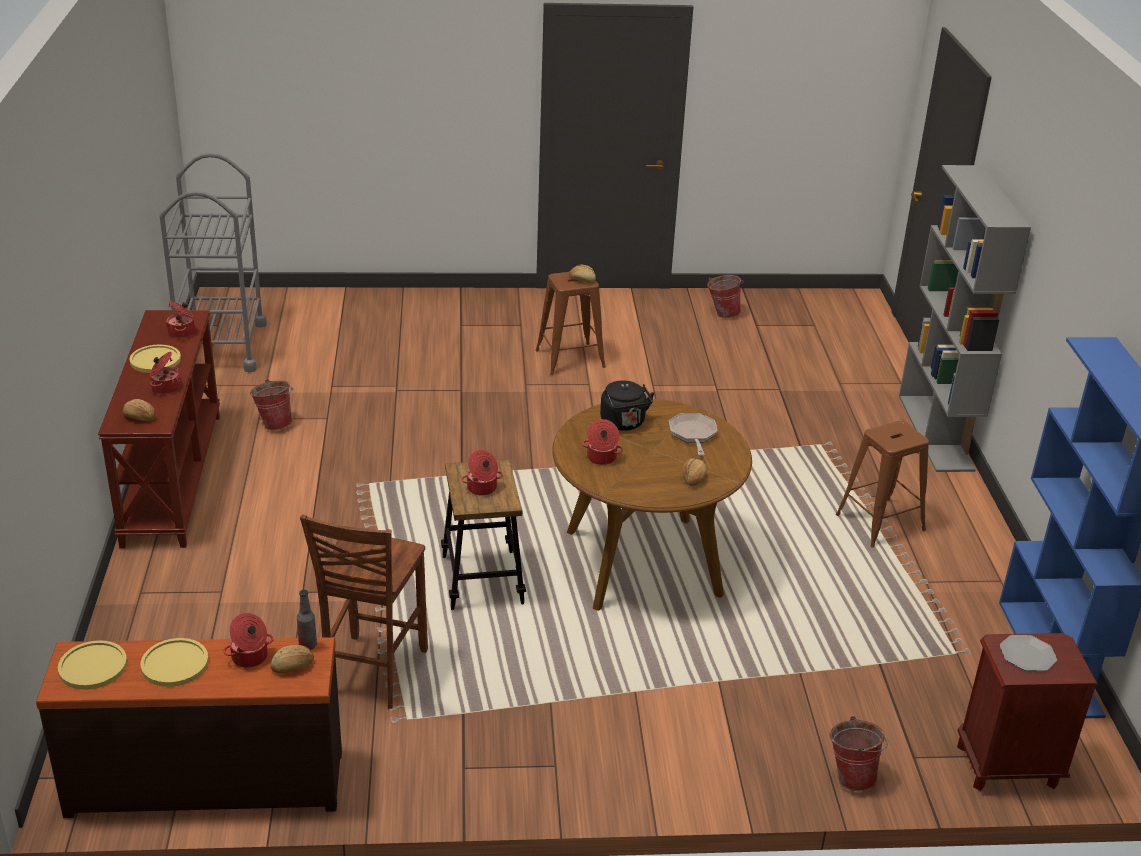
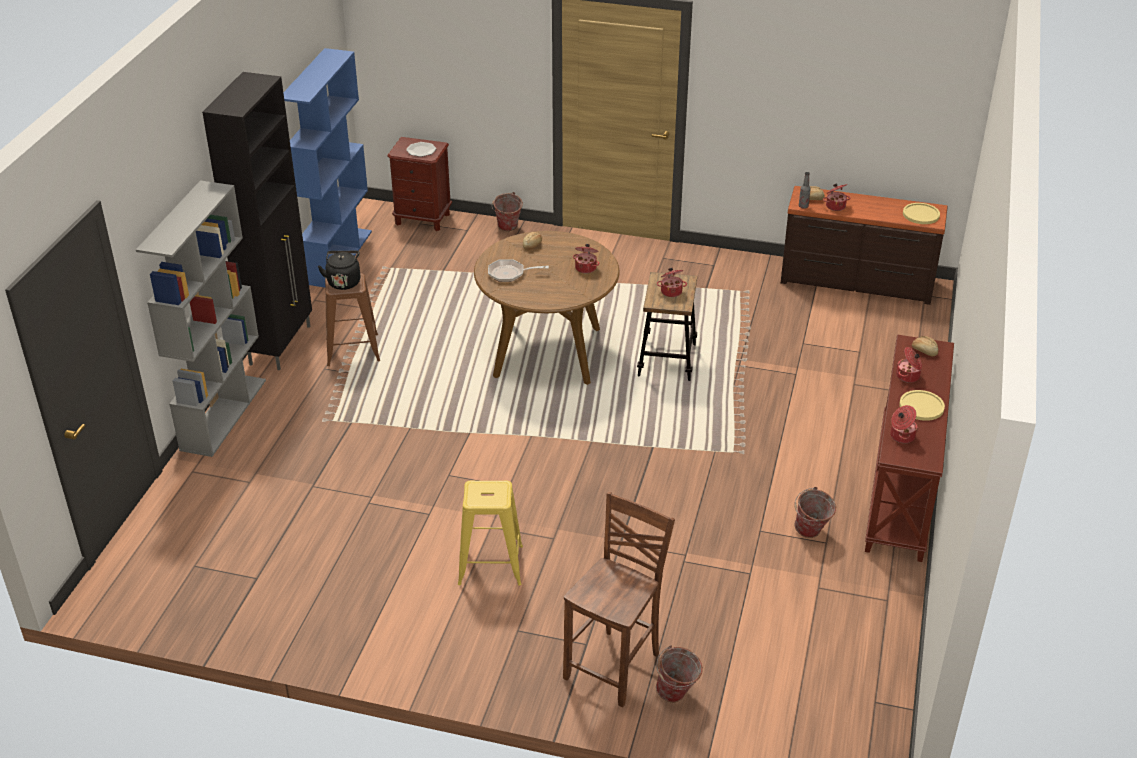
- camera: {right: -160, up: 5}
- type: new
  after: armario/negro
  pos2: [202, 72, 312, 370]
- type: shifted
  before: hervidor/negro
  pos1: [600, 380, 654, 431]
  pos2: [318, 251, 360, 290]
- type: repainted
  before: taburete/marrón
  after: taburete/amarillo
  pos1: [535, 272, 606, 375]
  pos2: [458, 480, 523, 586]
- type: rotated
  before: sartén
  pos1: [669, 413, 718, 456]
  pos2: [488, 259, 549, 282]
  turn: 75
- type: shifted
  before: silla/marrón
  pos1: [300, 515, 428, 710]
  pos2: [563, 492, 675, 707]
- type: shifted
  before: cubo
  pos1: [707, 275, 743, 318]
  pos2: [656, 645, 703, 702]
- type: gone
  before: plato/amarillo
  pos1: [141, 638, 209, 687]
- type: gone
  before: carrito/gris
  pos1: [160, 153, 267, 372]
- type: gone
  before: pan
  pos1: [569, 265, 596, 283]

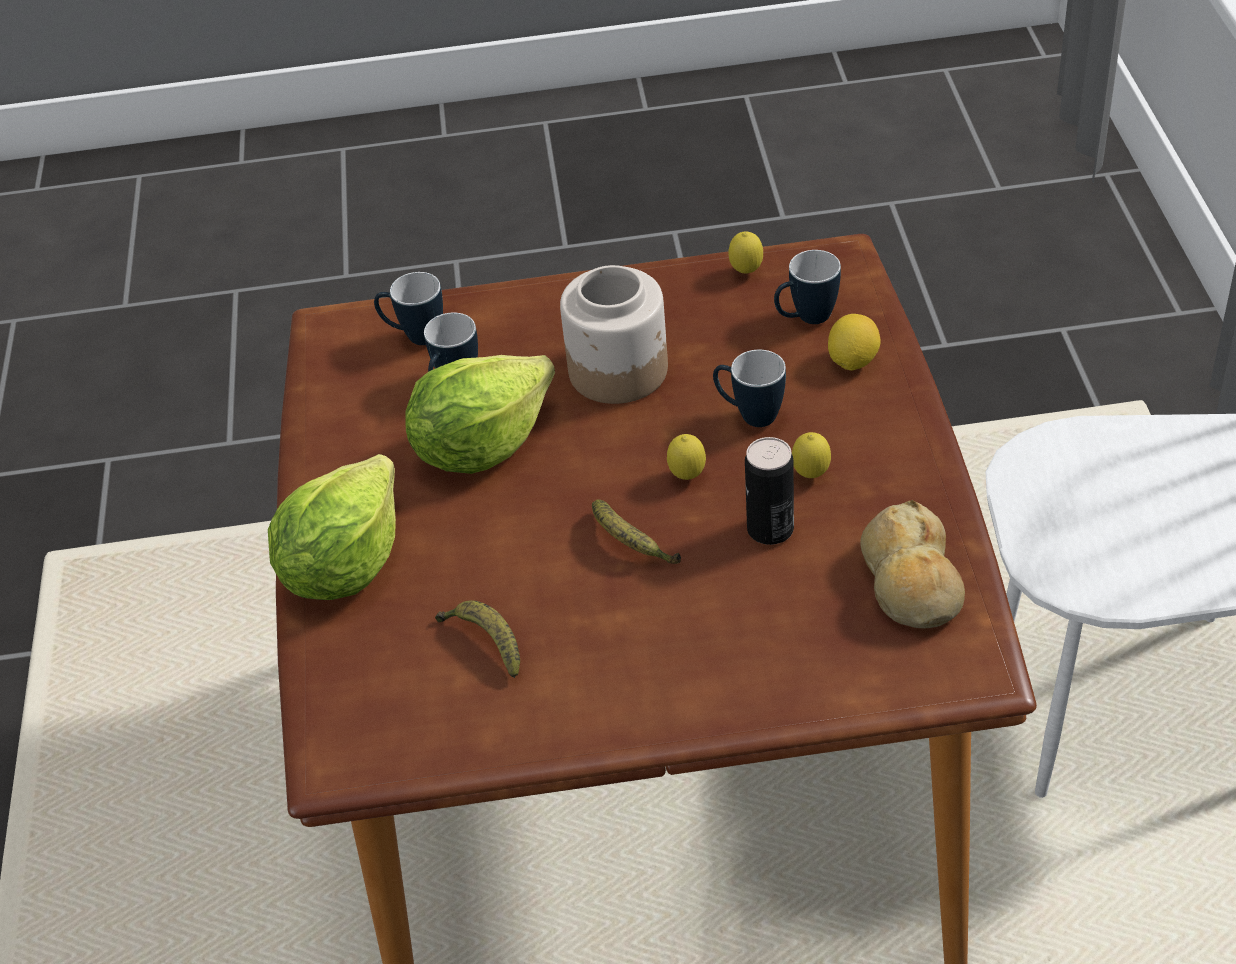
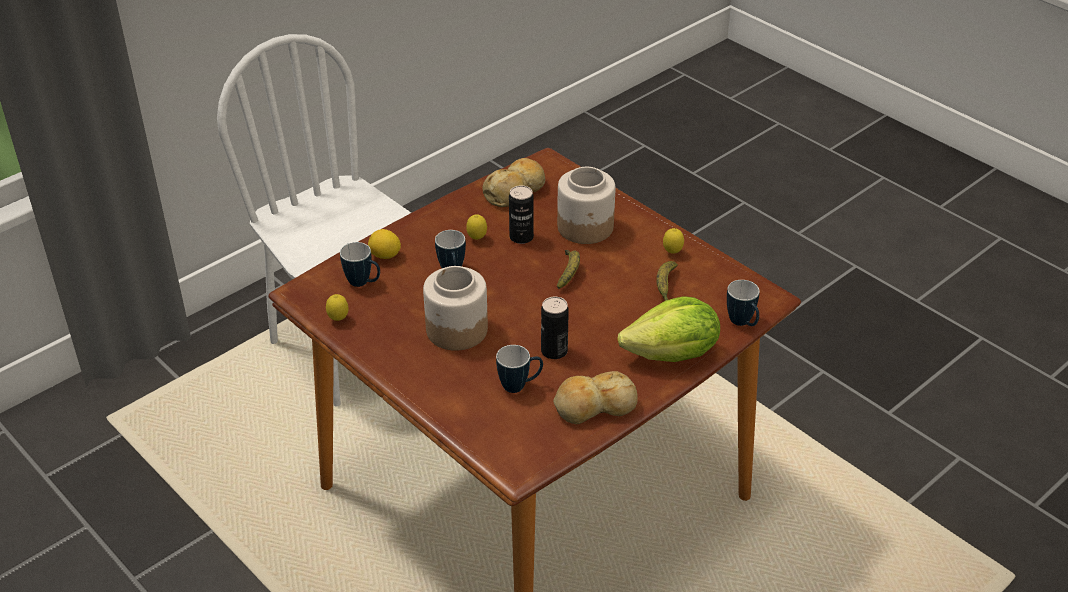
- camera: {right: -130, up: -5}
- type: swapped
  before: lechuga
  after: lata
  pos1: [406, 355, 555, 474]
  pos2: [541, 297, 569, 359]
- type: new
  after: pan
  pos2: [553, 371, 638, 424]
- type: new
  after: tarro
  pos2: [557, 167, 616, 244]
- type: shifted
  before: limón
  pos1: [667, 434, 706, 480]
  pos2: [663, 228, 684, 254]
- type: shifted
  before: taza grande
  pos1: [374, 272, 443, 345]
  pos2: [727, 280, 760, 326]

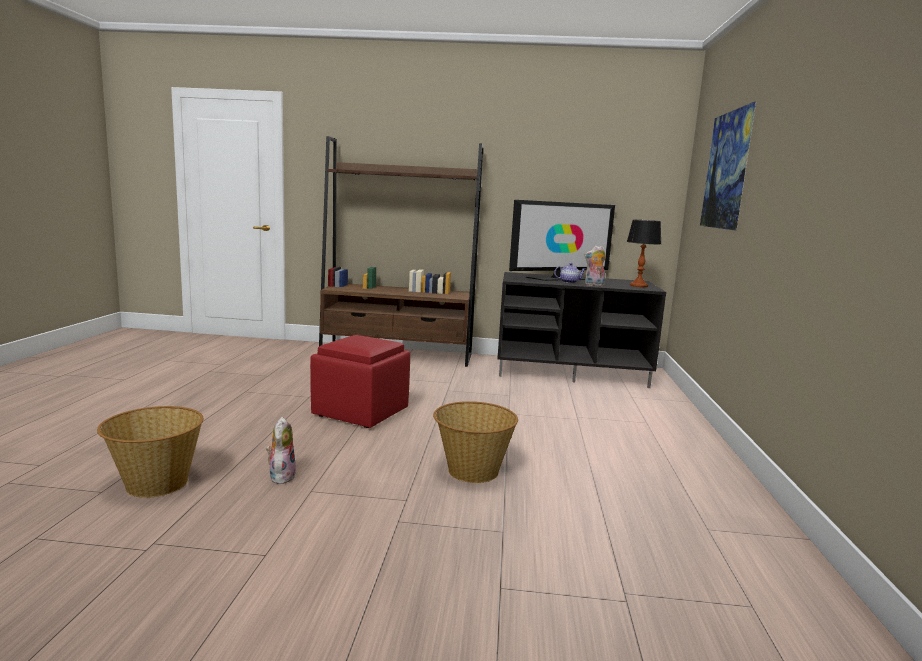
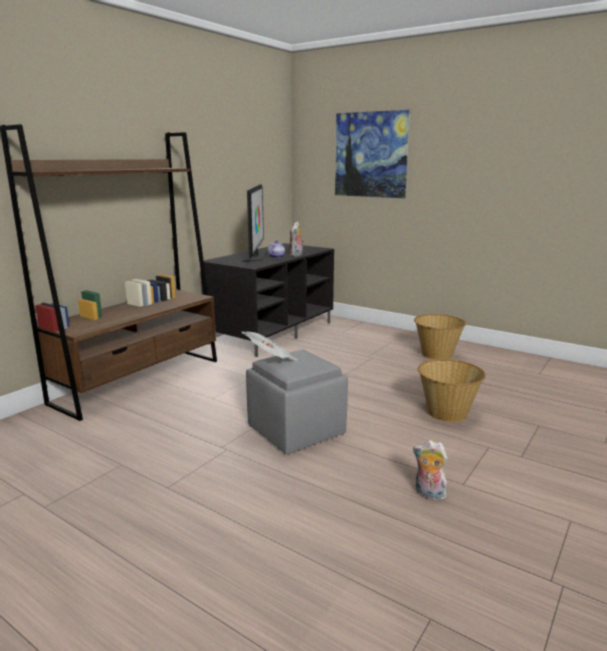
- camera: {right: -60, up: 5}
- type: new
  after: periódico
  pos2: [242, 331, 298, 361]
- type: repainted
  before: puf/rojo
  after: puf/gris
  pos1: [310, 335, 410, 428]
  pos2: [246, 350, 348, 454]
- type: shifted
  before: cesta
  pos1: [97, 406, 204, 498]
  pos2: [414, 314, 466, 360]
- type: gone
  before: lámpara de mesa
  pos1: [627, 219, 661, 287]

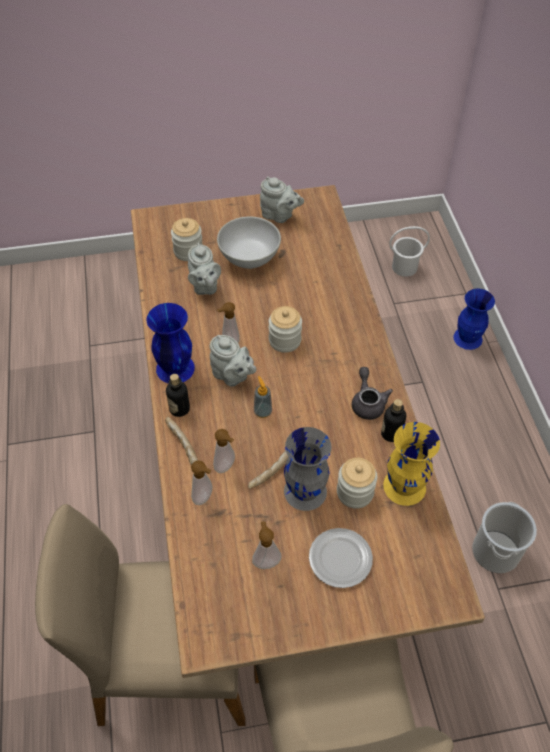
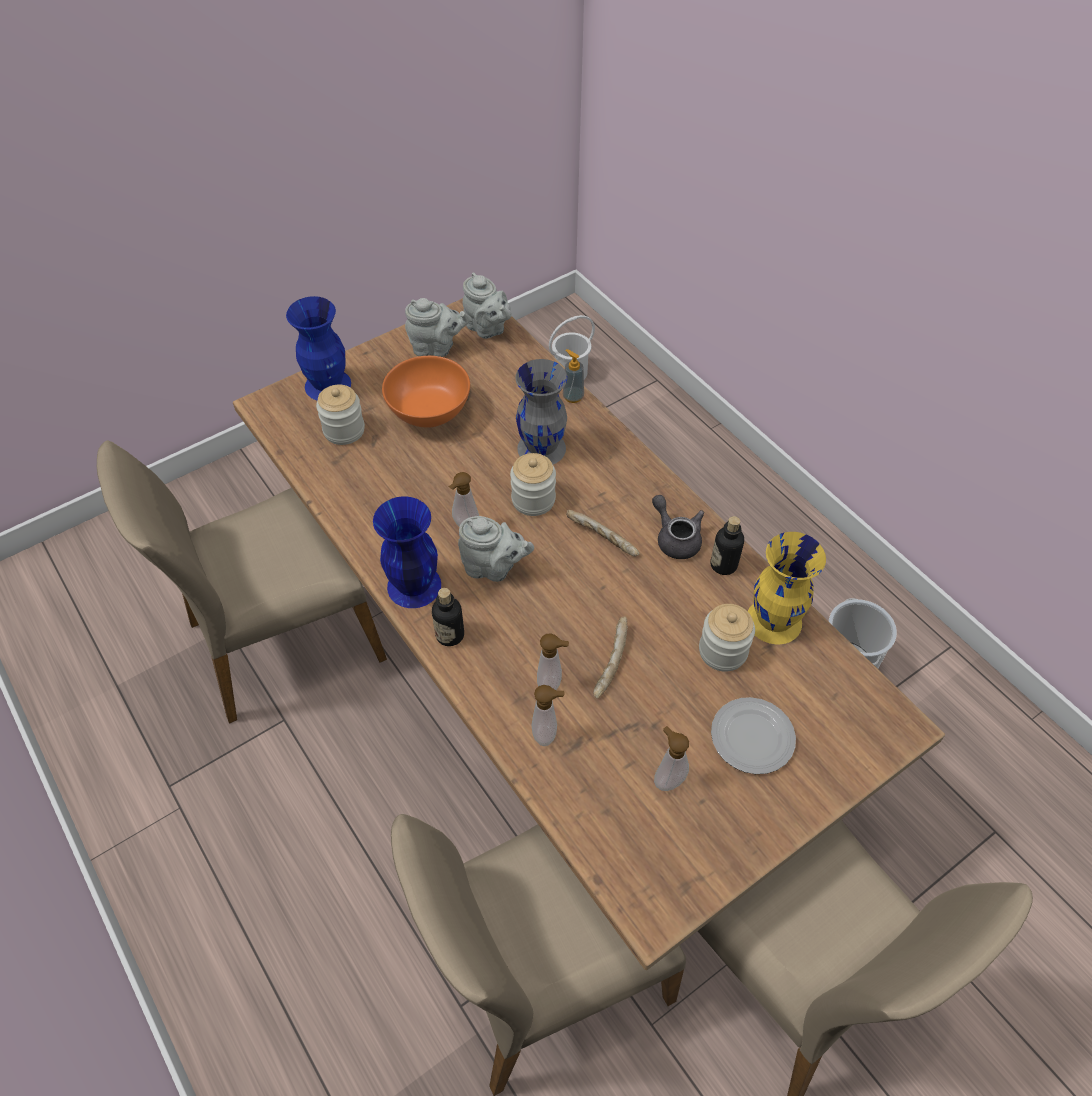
- camera: {right: -25, up: 0}
- type: new
  after: silla/beis
  pos2: [97, 440, 387, 724]
- type: shifted
  before: florero/azul
  pos1: [453, 289, 495, 350]
  pos2: [286, 296, 351, 401]
- type: repainted
  before: cuenco/blanco
  after: cuenco/naranja
  pos1: [217, 216, 281, 269]
  pos2: [382, 356, 470, 428]
- type: shifted
  before: tetera/gris
  pos1: [188, 243, 221, 295]
  pos2: [463, 272, 512, 339]
- type: shifted
  before: florero/gris
  pos1: [284, 427, 332, 511]
  pos2: [515, 359, 567, 465]
- type: shifted
  before: dispensador de jabón
  pos1: [254, 376, 272, 418]
  pos2: [563, 349, 584, 403]
- type: shifted
  before: pan
  pos1: [165, 417, 198, 465]
  pos2: [566, 510, 639, 557]

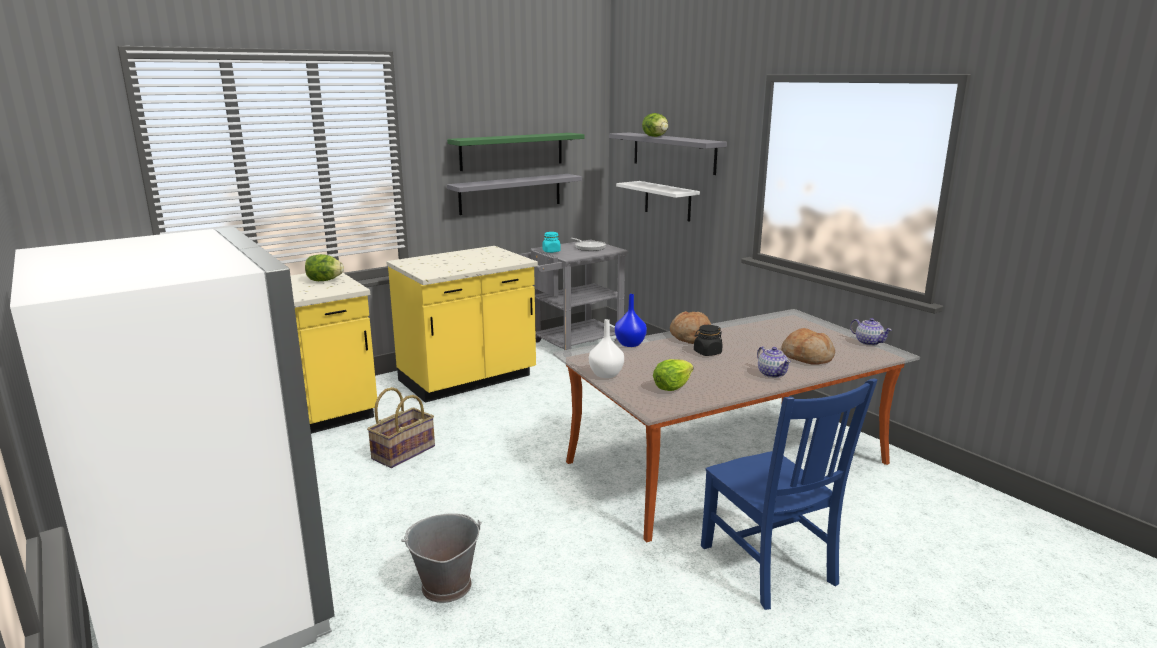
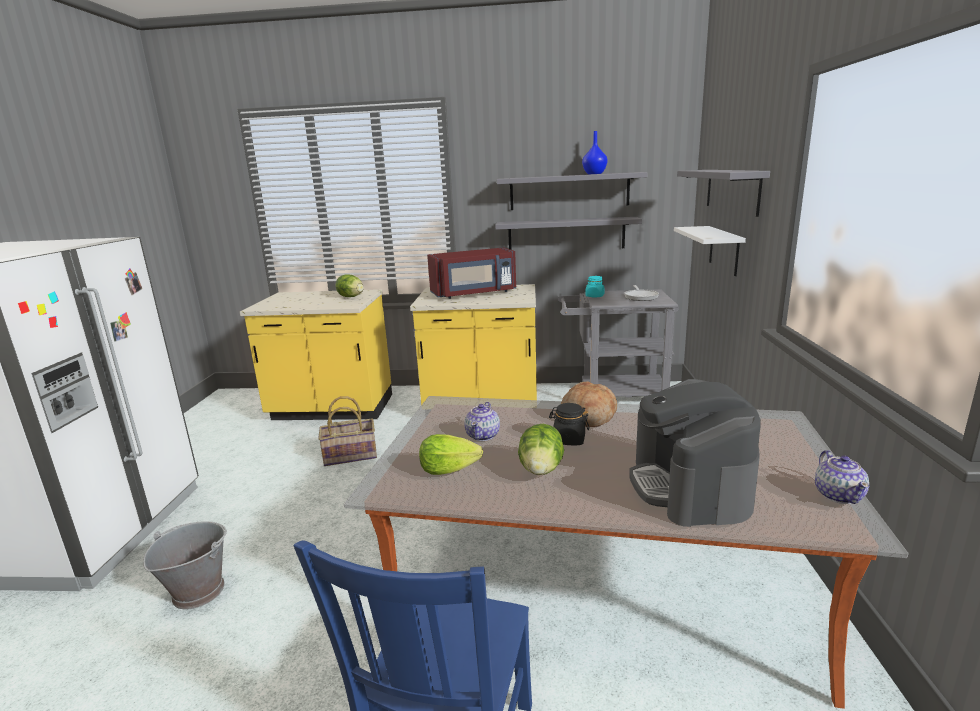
- camera: {right: 40, up: 0}
- type: new
  after: microondas/rojo
  pos2: [427, 247, 516, 299]
- type: shifted
  before: tetera
  pos1: [757, 346, 791, 378]
  pos2: [464, 402, 500, 441]
- type: repainted
  before: estante/verde
  after: estante/gris
  pos1: [447, 133, 585, 171]
  pos2: [497, 172, 647, 210]
- type: shifted
  before: lechuga
  pos1: [642, 113, 668, 137]
  pos2: [518, 424, 564, 475]
- type: shifted
  before: florero/azul
  pos1: [615, 294, 647, 347]
  pos2: [582, 131, 607, 174]
- type: swapped
  before: pan
  after: cafetera
  pos1: [781, 328, 835, 365]
  pos2: [629, 379, 761, 527]
- type: gone
  before: florero/blanco
  pos1: [589, 319, 624, 378]

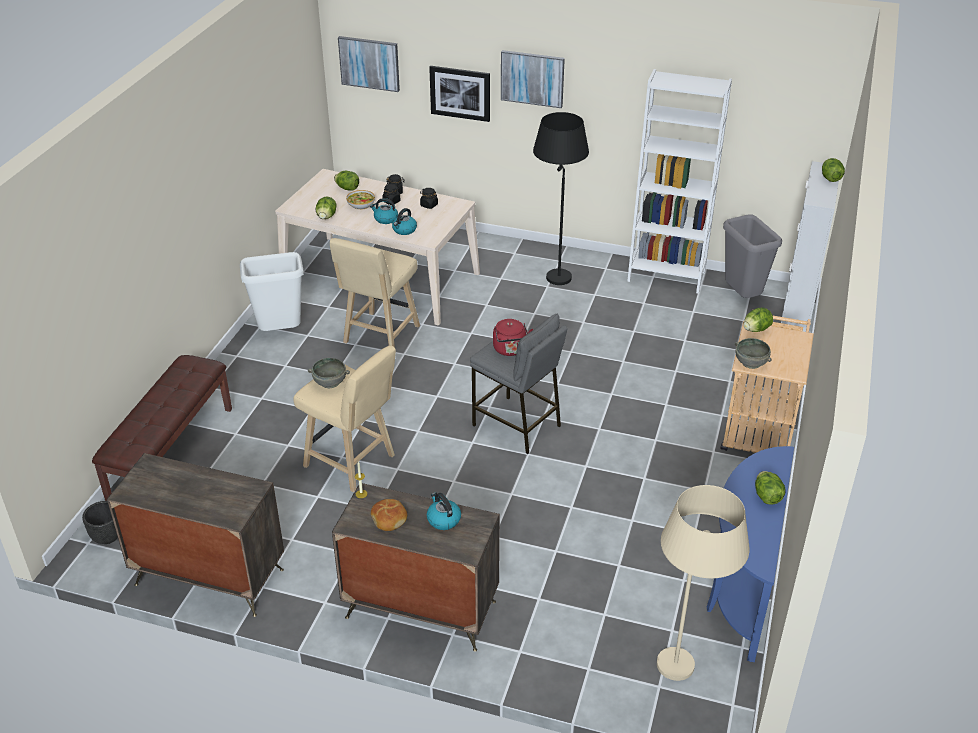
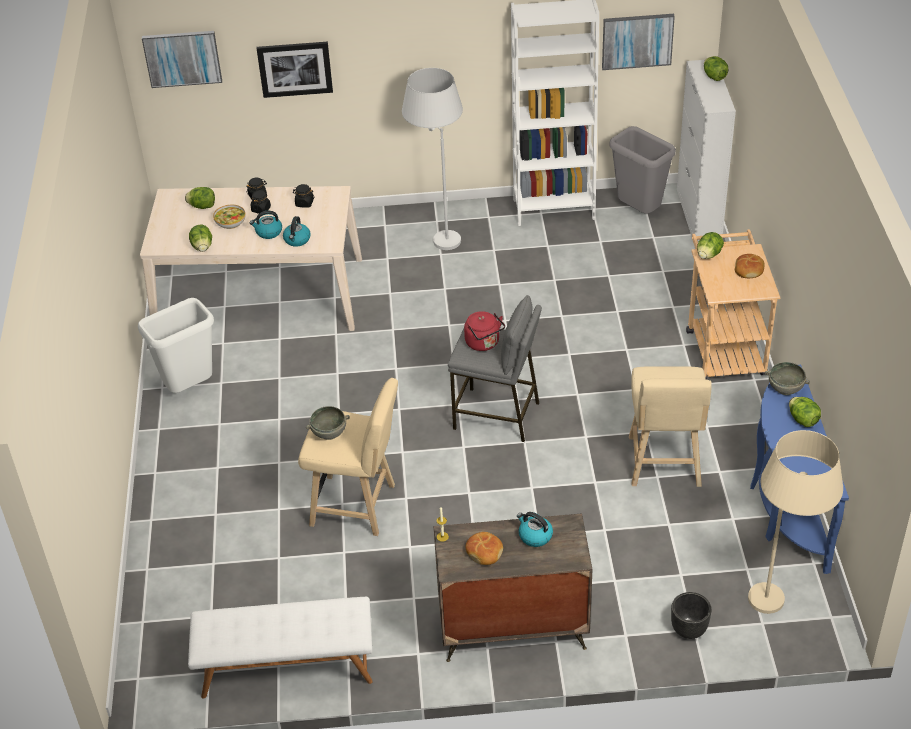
- camera: {right: -20, up: 5}
- type: swapped
  before: cómoda
  after: banco/blanco
  pos1: [107, 453, 284, 617]
  pos2: [188, 597, 373, 699]
- type: repainted
  before: lámpara de pie/negro
  after: lámpara de pie/blanco
  pos1: [533, 112, 589, 285]
  pos2: [402, 68, 463, 250]
- type: shifted
  before: cuadro
  pos1: [501, 50, 565, 108]
  pos2: [602, 14, 675, 70]
- type: shifted
  before: taburete/beis
  pos1: [330, 238, 420, 348]
  pos2: [629, 366, 712, 487]
- type: shifted
  before: maceta/negro
  pos1: [82, 501, 118, 544]
  pos2: [671, 592, 711, 639]
- type: new
  after: pan
  pos2: [735, 254, 764, 278]
- type: shifted
  before: cuenco/gris
  pos1: [735, 338, 771, 369]
  pos2: [765, 362, 810, 395]
- type: gone
  before: banco/marrón
  pos1: [92, 355, 232, 501]

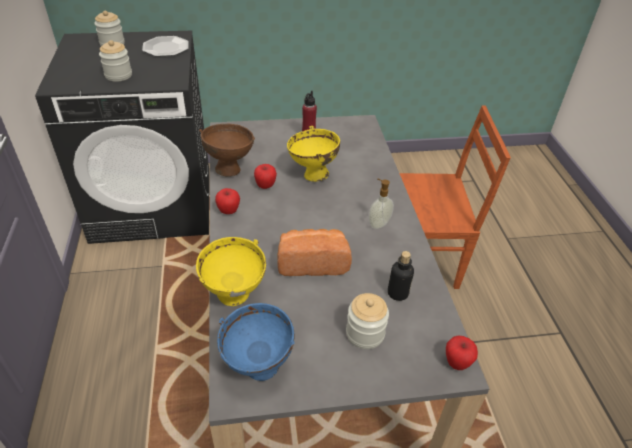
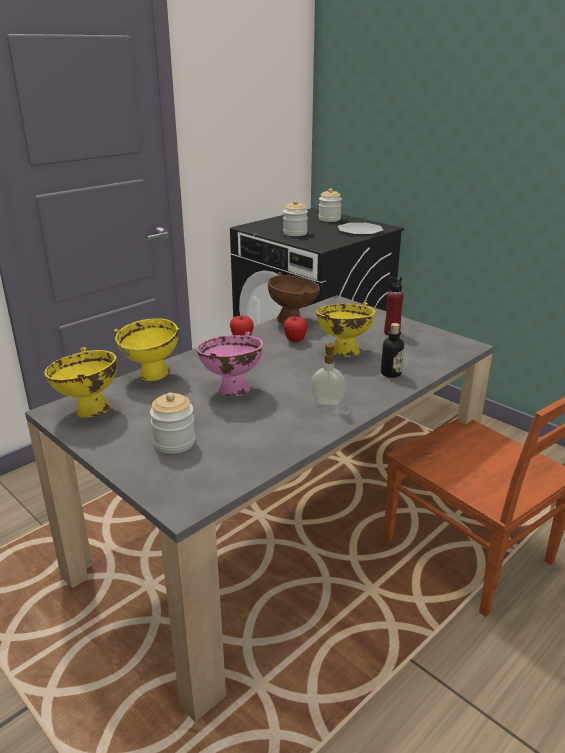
- camera: {right: 55, up: -15}
- type: repainted
  before: cuenco/azul
  after: cuenco/amarillo
  pos1: [217, 303, 295, 381]
  pos2: [44, 347, 117, 418]
- type: swapped
  before: pan
  after: cuenco/rosa
  pos1: [278, 229, 352, 276]
  pos2: [197, 332, 263, 396]
- type: shifted
  before: botella
  pos1: [388, 251, 414, 301]
  pos2: [381, 323, 404, 378]
- type: gone
  before: manzana
  pos1: [446, 335, 478, 370]

